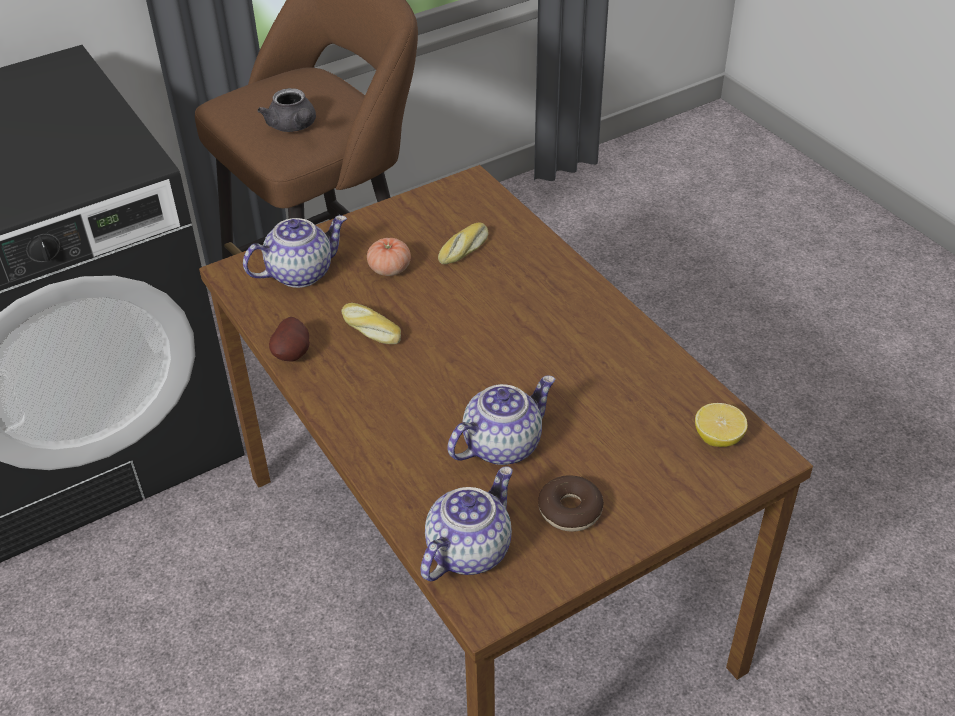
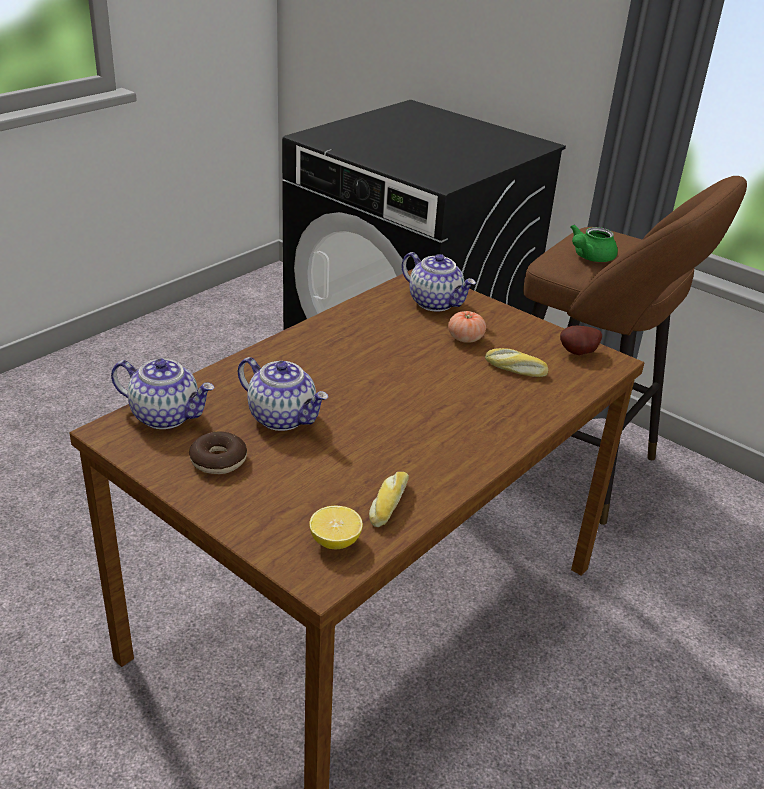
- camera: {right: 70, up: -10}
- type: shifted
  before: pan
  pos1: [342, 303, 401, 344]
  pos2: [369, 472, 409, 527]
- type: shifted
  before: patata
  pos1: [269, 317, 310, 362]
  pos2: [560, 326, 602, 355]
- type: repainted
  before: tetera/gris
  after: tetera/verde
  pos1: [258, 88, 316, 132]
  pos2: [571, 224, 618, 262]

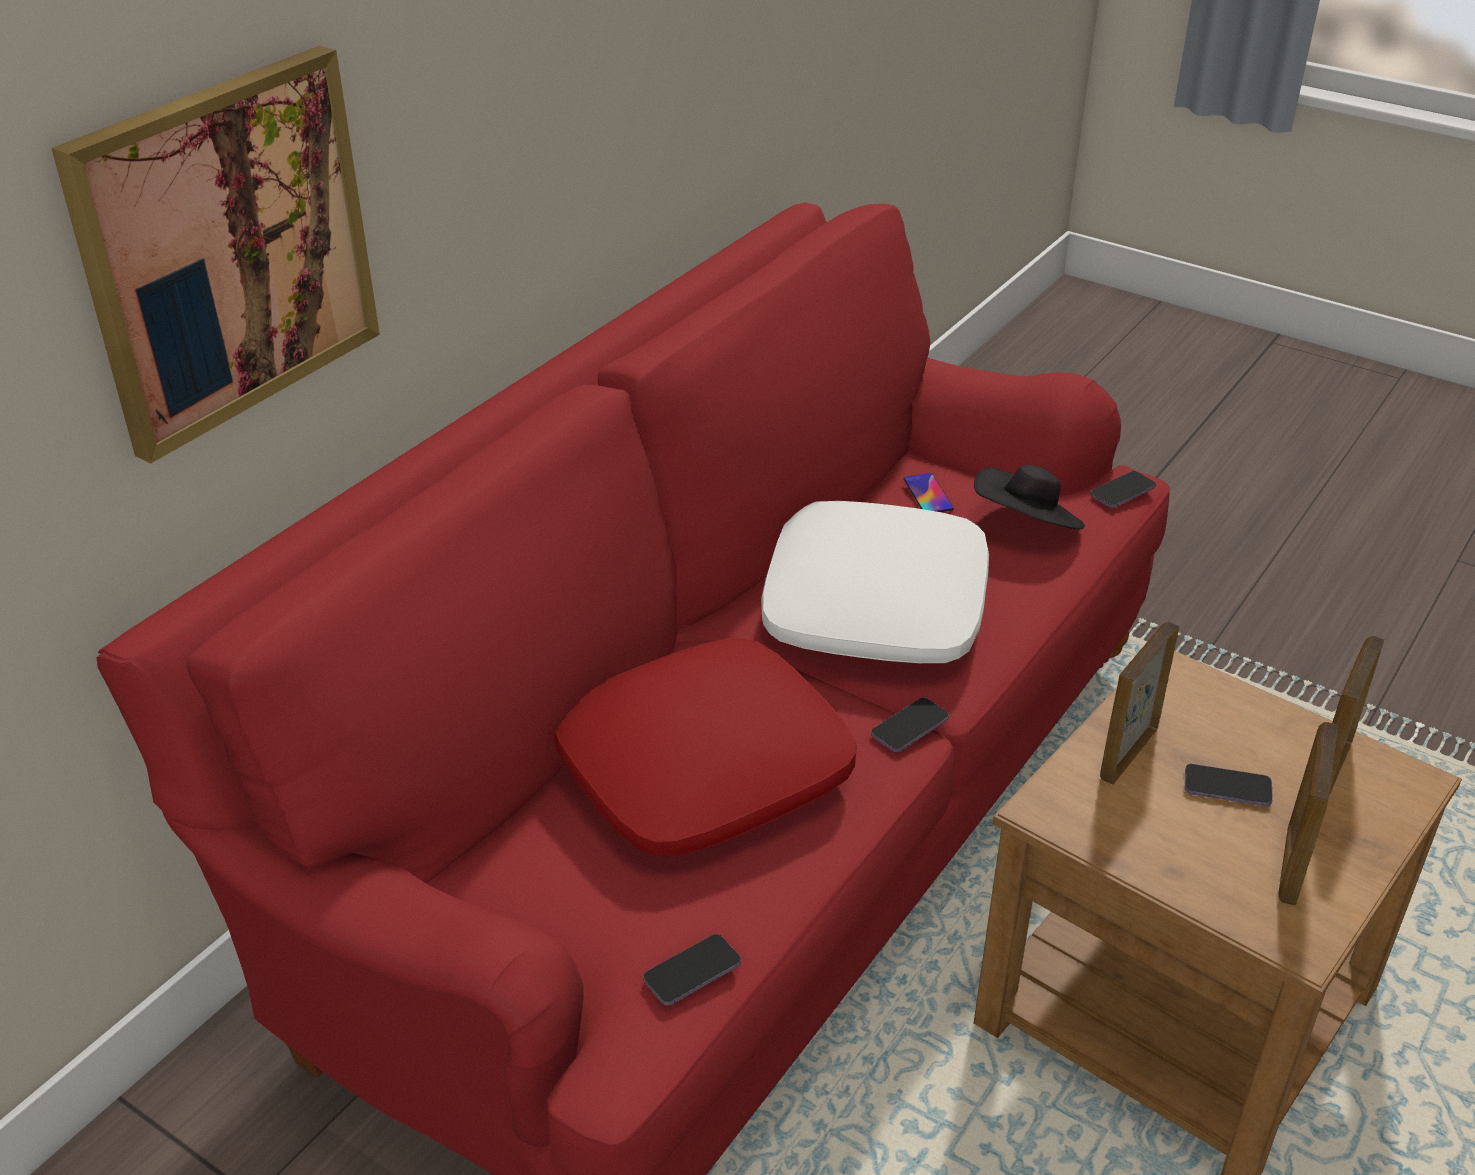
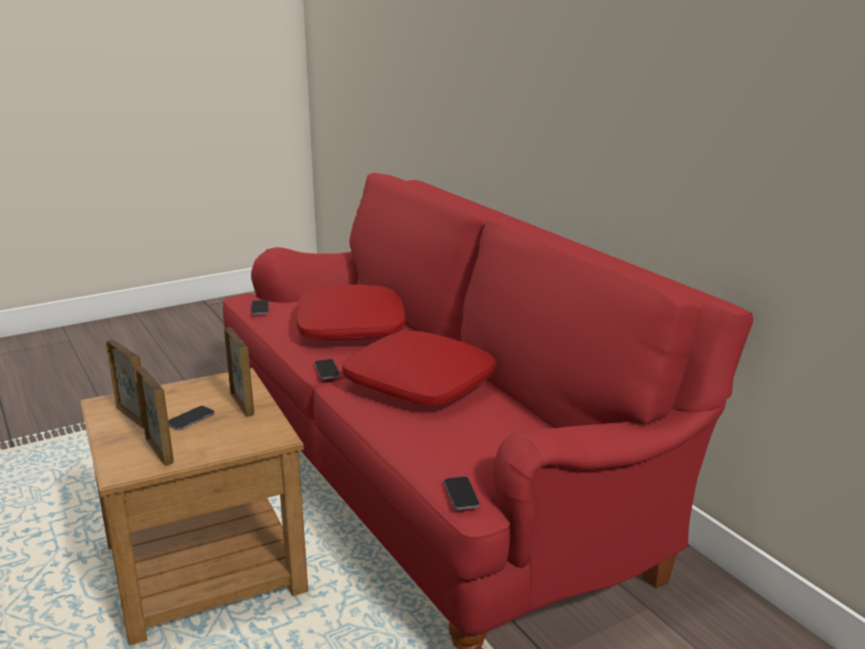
- camera: {right: 115, up: -15}
- type: repainted
  before: cojín/blanco
  after: cojín/rojo
  pos1: [761, 501, 989, 663]
  pos2: [342, 331, 496, 406]
- type: gone
  before: cuadro
  pos1: [51, 45, 380, 463]
- type: gone
  before: móvil
  pos1: [903, 473, 954, 512]
- type: gone
  before: sombrero/negro
  pos1: [974, 465, 1085, 530]

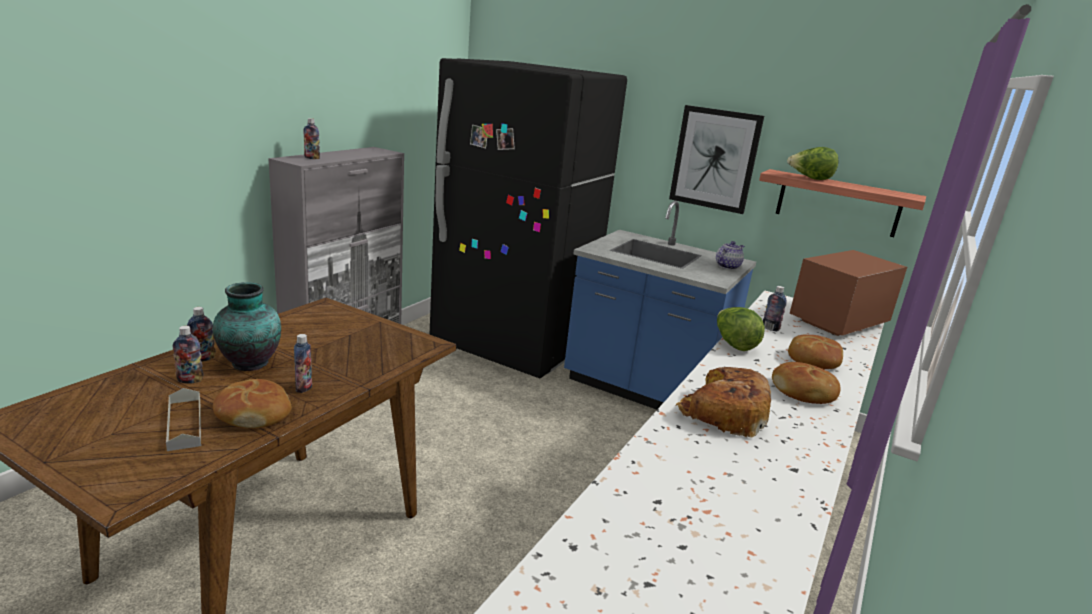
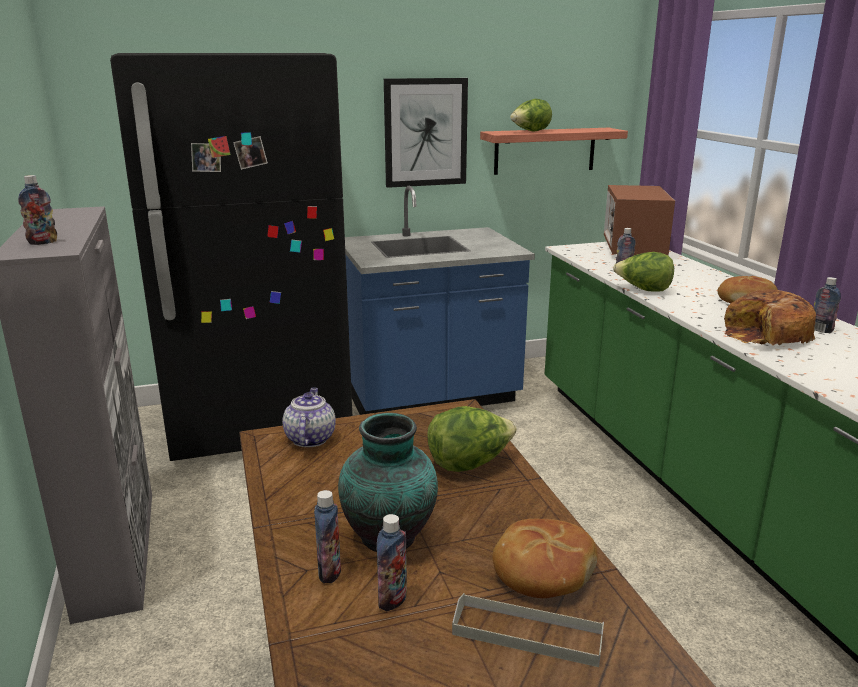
- camera: {right: -45, up: 0}
- type: shifted
  before: tetera
  pos1: [716, 241, 744, 270]
  pos2: [282, 388, 336, 447]
- type: new
  after: lechuga
  pos2: [427, 406, 517, 472]
- type: shifted
  before: botella
  pos1: [294, 334, 312, 393]
  pos2: [814, 277, 841, 333]
- type: gone
  before: pan
  pos1: [788, 334, 843, 369]

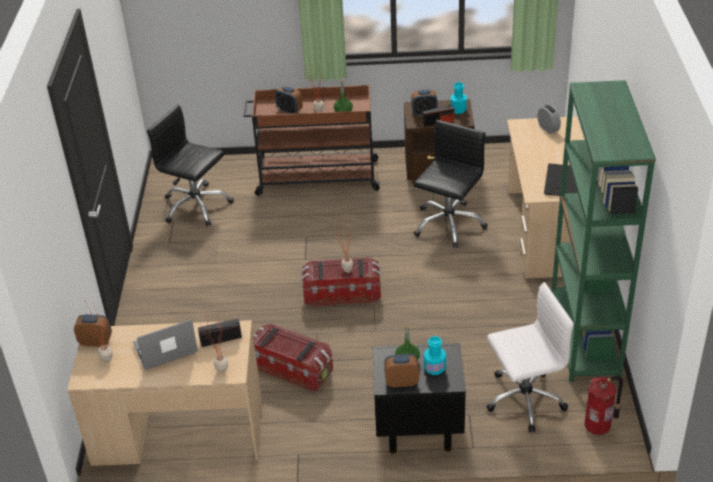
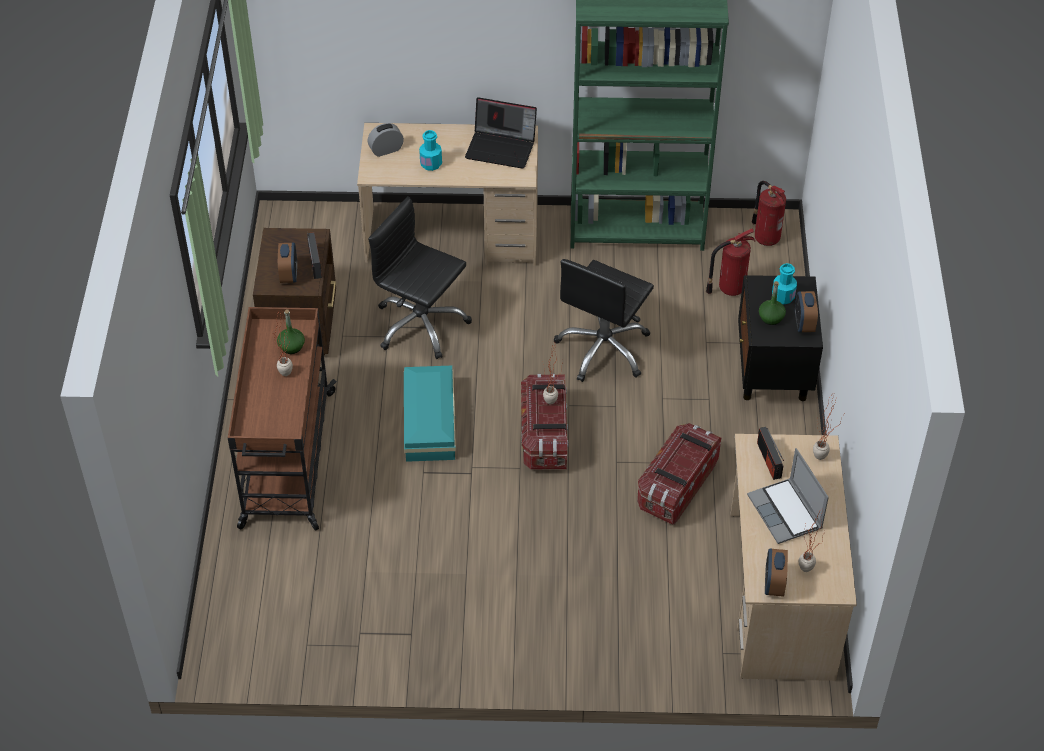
- camera: {right: -90, up: 10}
- type: new
  after: caja de almacenaje/turquesa
  pos2: [404, 366, 456, 462]
- type: shifted
  before: botella/turquesa
  pos1: [451, 82, 467, 114]
  pos2: [419, 130, 442, 171]
- type: shifted
  before: silla de oficina/negro
  pos1: [147, 104, 234, 226]
  pos2: [553, 259, 654, 382]
- type: swapped
  before: silla de oficina/blanco
  after: extintor
  pos1: [486, 282, 574, 433]
  pos2: [706, 228, 756, 296]
- type: gone
  before: despertador
  pos1: [275, 86, 303, 114]

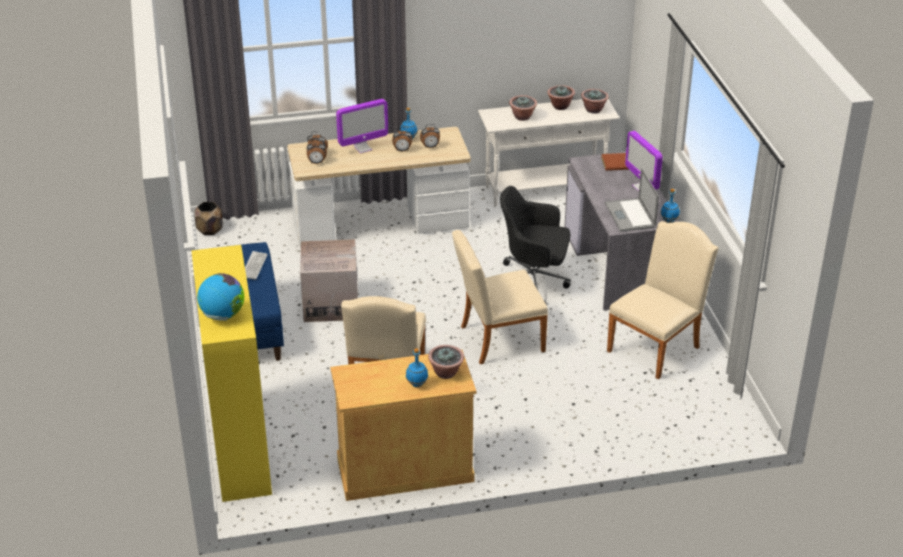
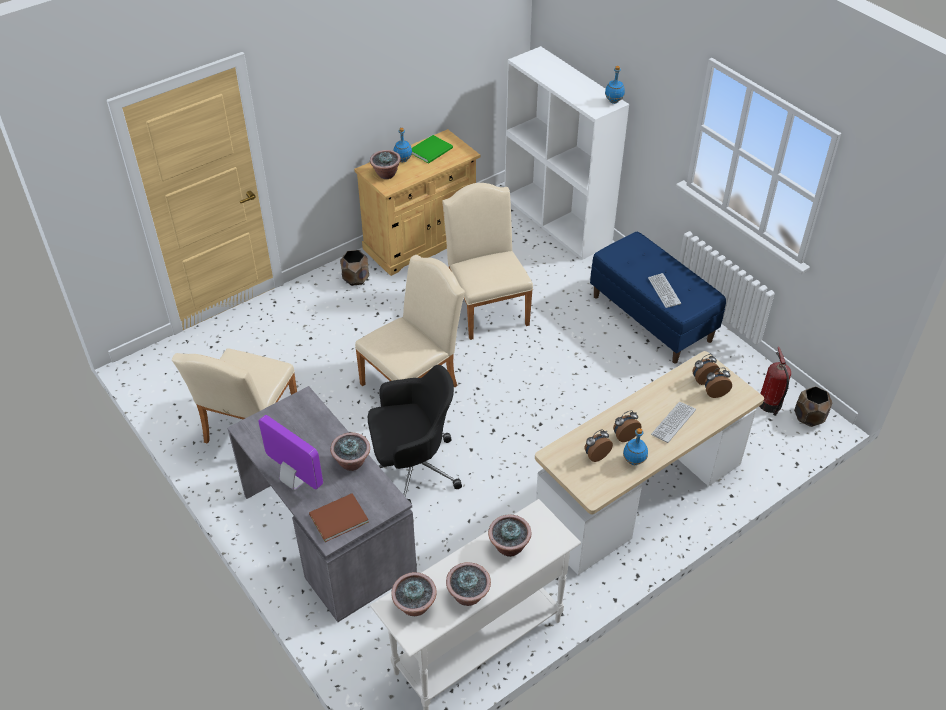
- camera: {right: 155, up: 10}
- type: new
  after: planta en maceta
  pos2: [330, 432, 370, 471]
- type: new
  after: maceta/marrón
  pos2: [340, 250, 369, 286]
- type: new
  after: libro/verde
  pos2: [412, 135, 453, 163]
- type: repainted
  before: estantería/amarillo
  after: estantería/blanco
  pos1: [192, 245, 272, 502]
  pos2: [505, 46, 629, 260]
- type: shifted
  before: botella/azul
  pos1: [660, 189, 680, 223]
  pos2: [605, 66, 625, 104]
- type: swapped
  before: monitor
  after: teclado
  pos1: [336, 99, 388, 153]
  pos2: [651, 402, 696, 443]
- type: new
  after: extintor
  pos2: [759, 347, 791, 416]
- type: gone
  before: globo terráqueo
  pos1: [197, 273, 244, 321]
- type: gone
  before: caja de cartón
  pos1: [300, 239, 358, 322]
- type: gone
  before: portátil
  pos1: [605, 168, 659, 232]

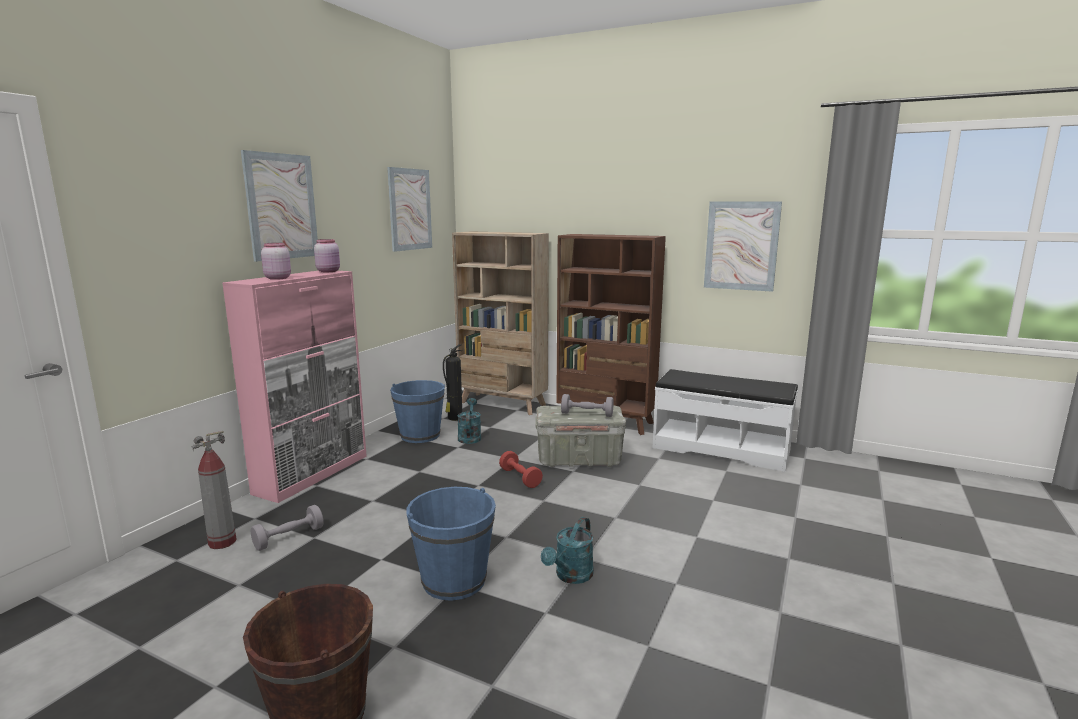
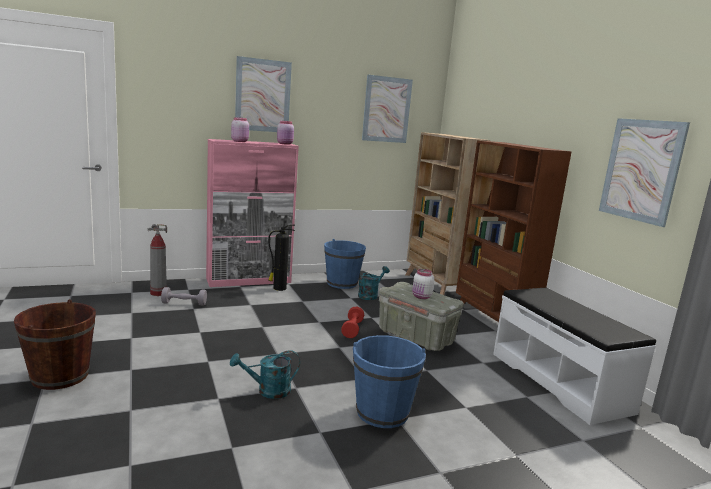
- camera: {right: 40, up: 0}
- type: shifted
  before: extintor
  pos1: [443, 344, 462, 420]
  pos2: [268, 225, 295, 291]
- type: shifted
  before: cubo/azul
  pos1: [406, 487, 496, 601]
  pos2: [353, 335, 426, 428]
- type: swapped
  before: mancuerna/gris
  after: tarro/blanco
  pos1: [561, 394, 614, 417]
  pos2: [412, 269, 434, 299]

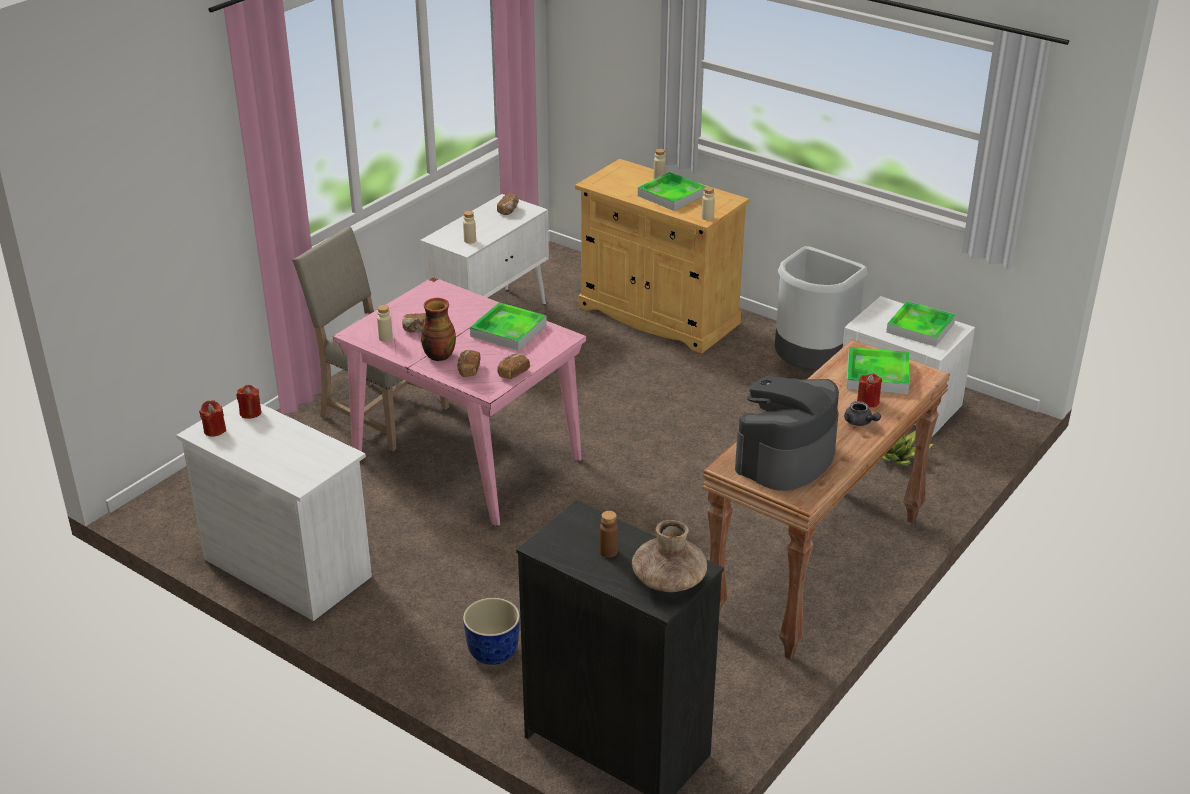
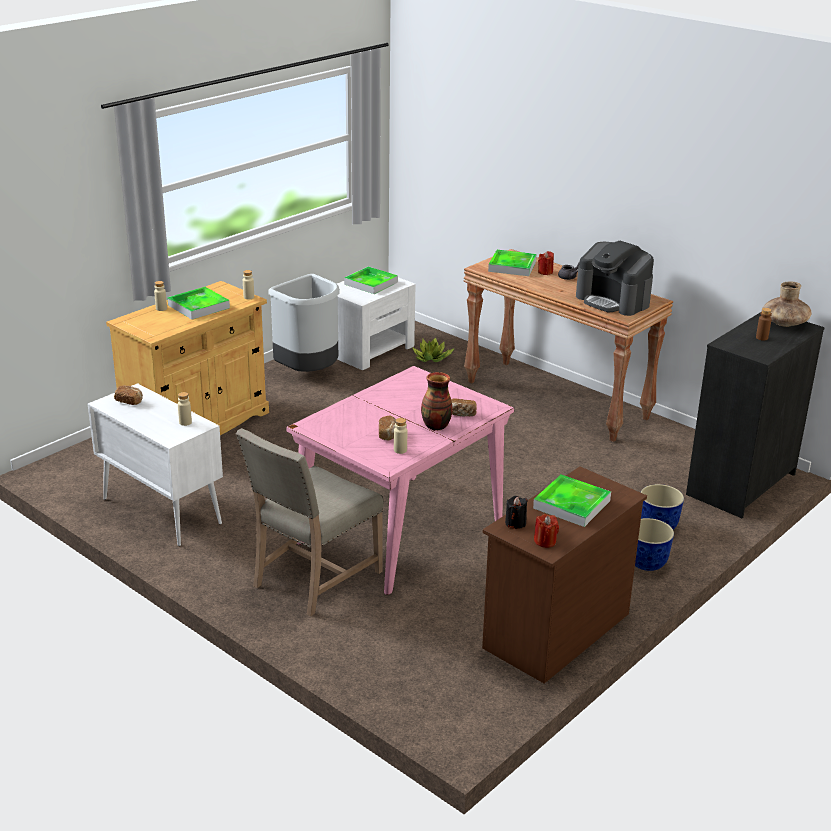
- camera: {right: -85, up: -5}
- type: repainted
  before: cómoda/blanco
  after: cómoda/marrón
  pos1: [176, 399, 372, 621]
  pos2: [482, 467, 647, 684]
- type: repainted
  before: vela/rojo
  after: vela/negro
  pos1: [236, 385, 261, 419]
  pos2: [505, 496, 528, 529]
- type: shifted
  before: bandeja
  pos1: [470, 302, 547, 351]
  pos2: [533, 475, 611, 527]
- type: new
  after: maceta
  pos2: [635, 518, 674, 571]
- type: gone
  before: pan
  pos1: [497, 353, 530, 379]

